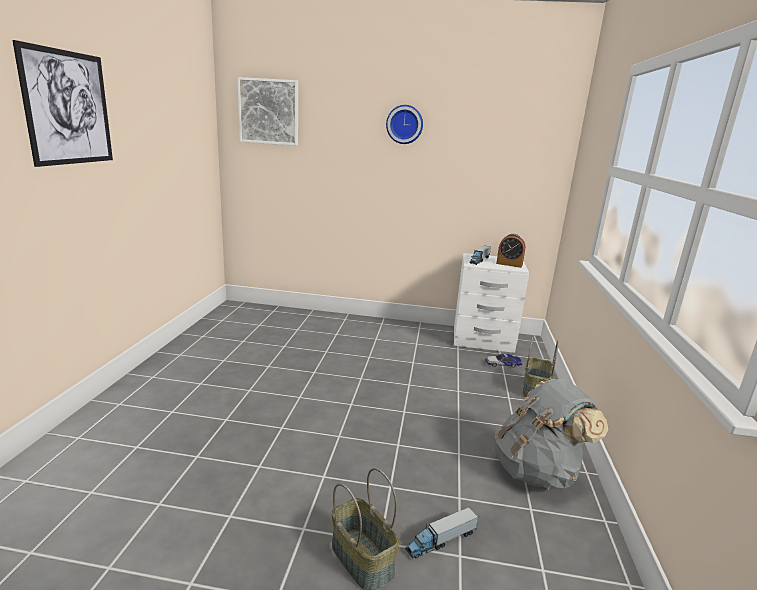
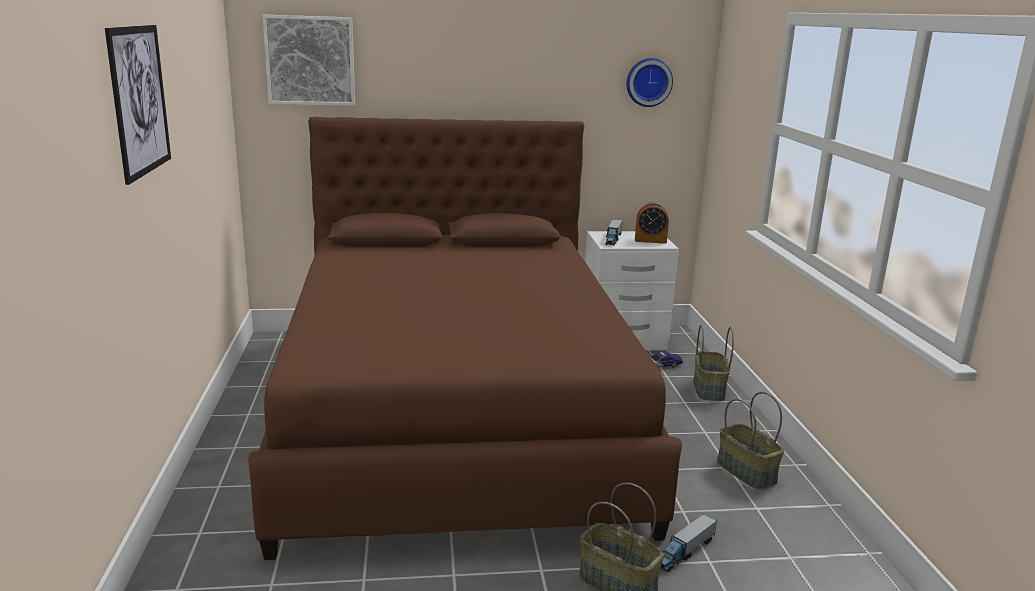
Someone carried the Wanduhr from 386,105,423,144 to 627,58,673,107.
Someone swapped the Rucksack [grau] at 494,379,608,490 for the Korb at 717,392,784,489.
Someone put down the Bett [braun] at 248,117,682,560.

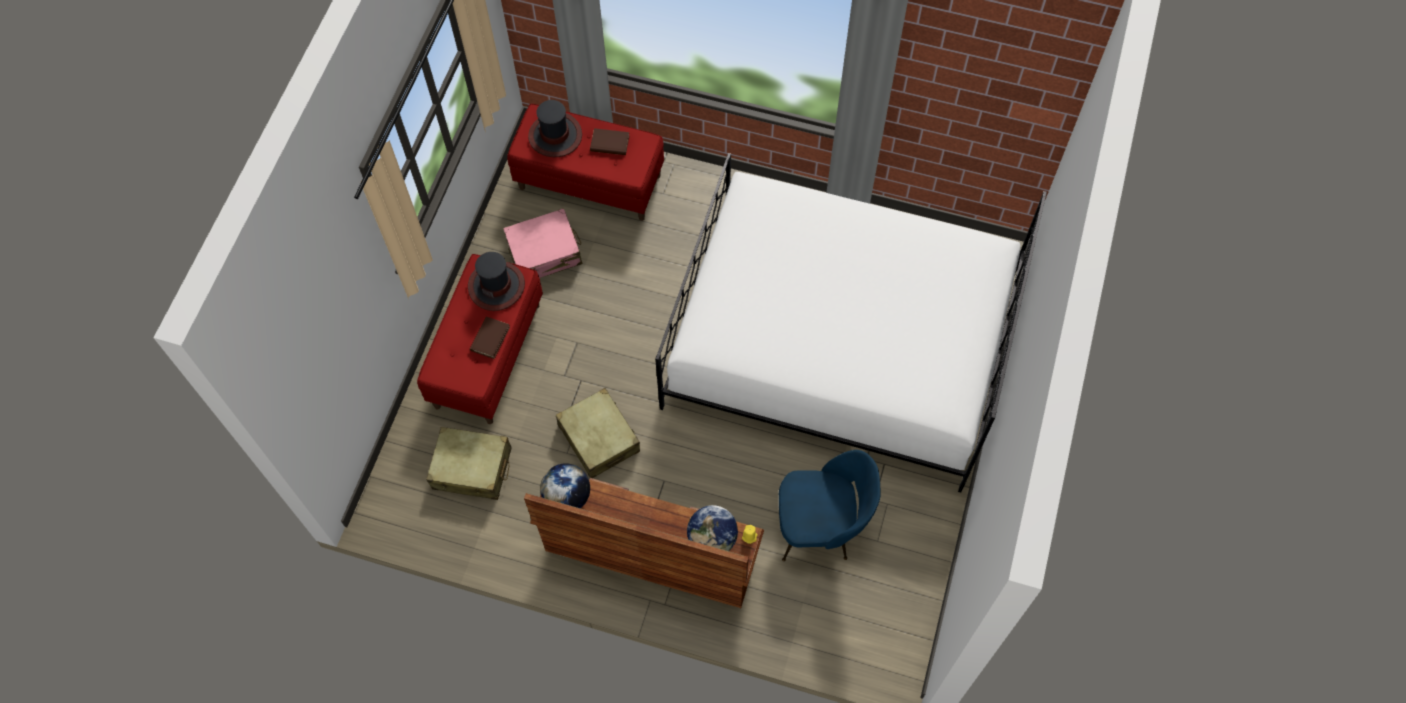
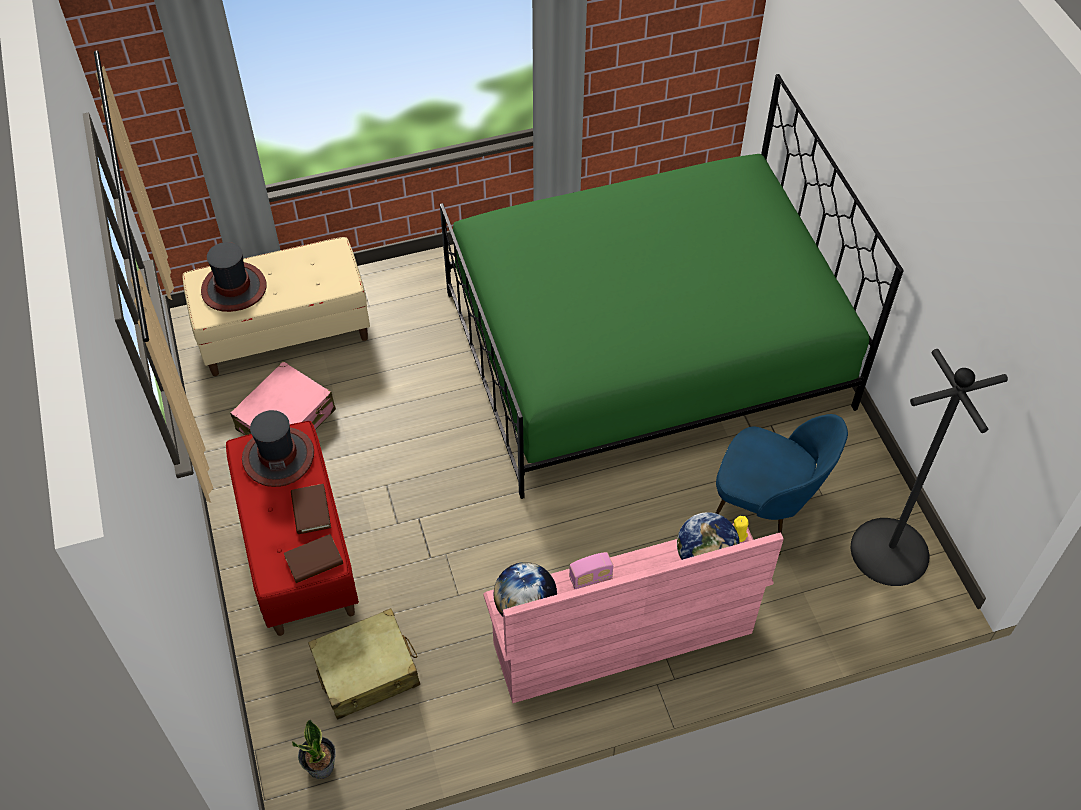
Someone repainted the Bank [rot] at 507,104,664,221, which became the Bank [beige] at 183,237,370,376.
Someone carried the Buch [braun] from 590,128,630,155 to 284,534,343,583.
Someone repainted the Bett [weiß] at 655,153,1047,492, which became the Bett [grün] at 440,74,904,499.
Someone took away the Koffer [beige] at 556,388,640,478.
Someone rotated the Stuhl [blau] at 779,450,881,561 by 60 degrees clockwise.
Someone repainted the Kommode [braun] at 524,478,764,608, which became the Kommode [rosa] at 483,523,784,703.
Someone put down the Kleiderständer [schwarz] at 851,349,1008,586.
Someone put down the Radio at 569,552,613,589.
Someone put down the Topfpflanze at 292,719,336,779.

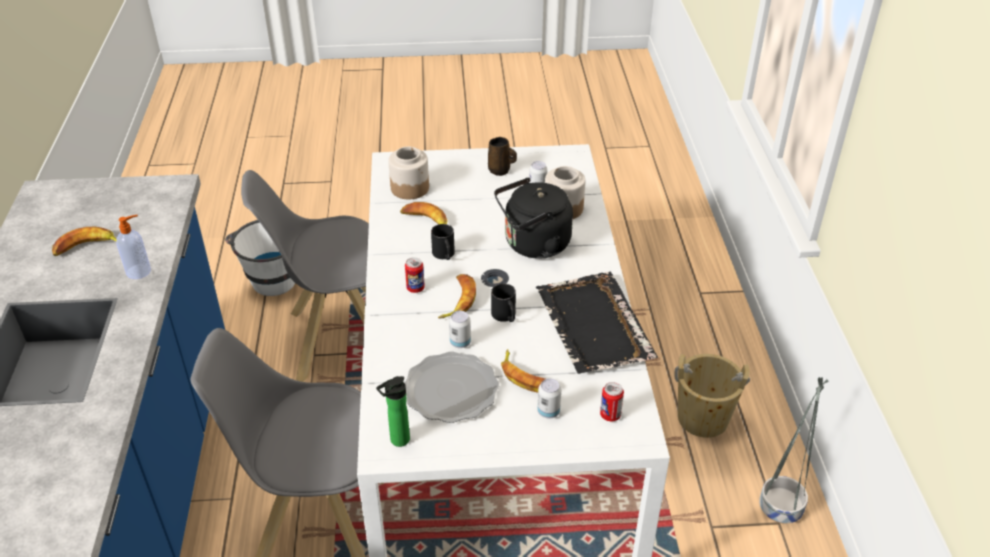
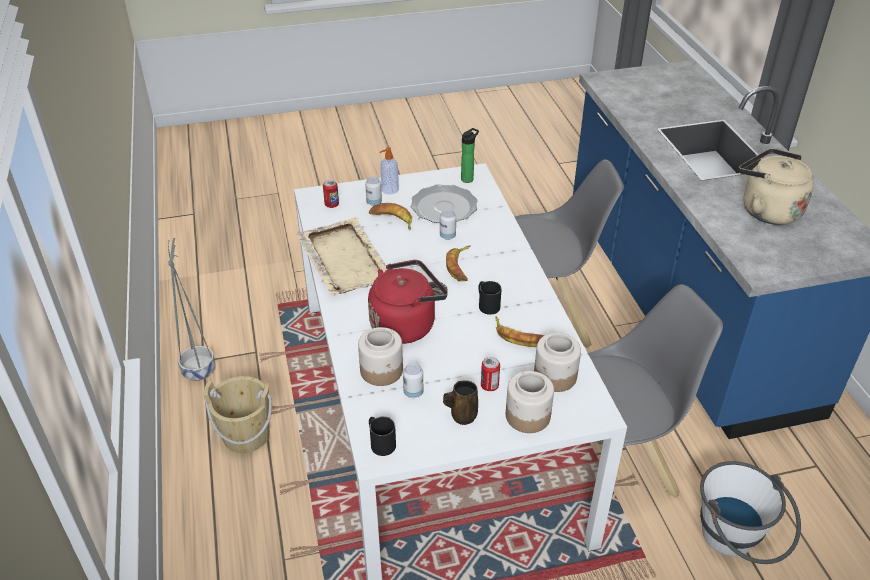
Someone repainted the Wasserkessel [schwarz] at 494,178,573,259, which became the Wasserkessel [rot] at 368,260,448,344.
Someone carried the Seifenspender from 116,215,151,279 to 380,147,399,195.
Someone swapped the Banane at 52,227,117,256 for the Wasserkessel [beige] at 739,148,814,225.
Someone carried the Dose from 405,257,425,293 to 481,357,500,391.
Someone repainted the Tablett [schwarz] at 536,271,658,374, which became the Tablett [beige] at 296,218,387,295.
Someone carried the Henkelbecher [schwarz] from 491,283,516,322 to 369,416,396,456.
Someone put down the Vorratsglas at 506,371,554,433.

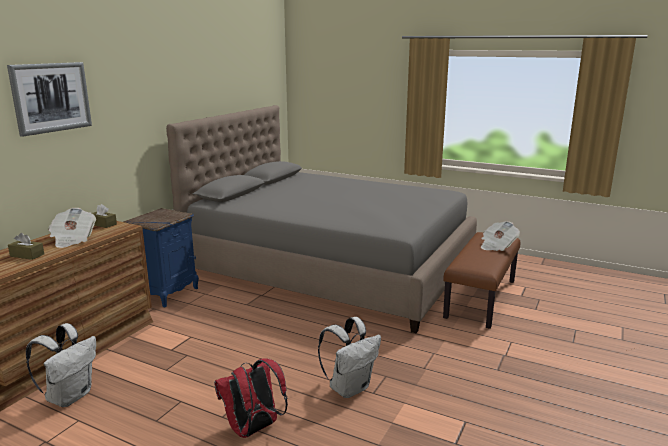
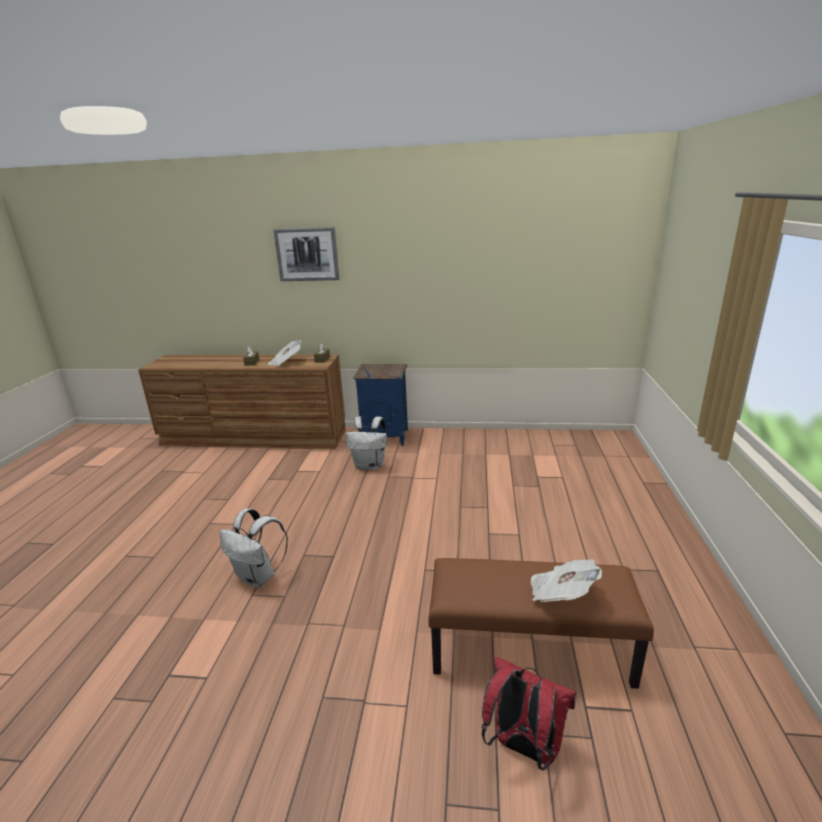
Someone took away the Bett [grau] at 166,105,477,333.
Someone carried the Rucksack [weiß] from 26,323,96,407 to 346,416,387,470.
Someone carried the Rucksack [rot] from 214,358,288,438 to 482,657,576,771.

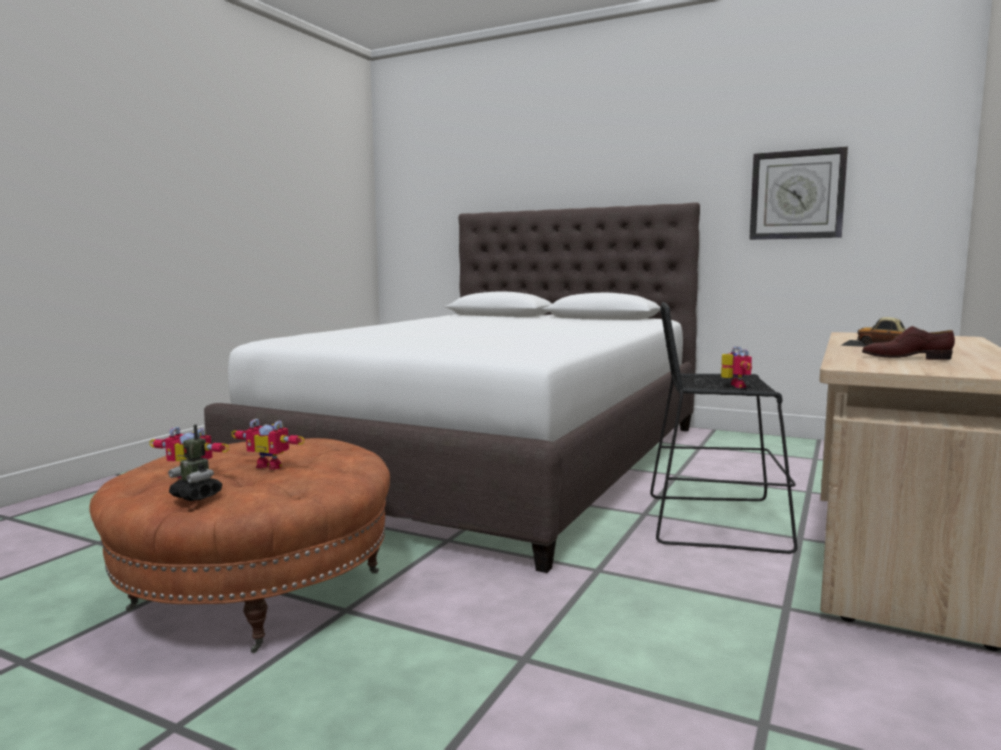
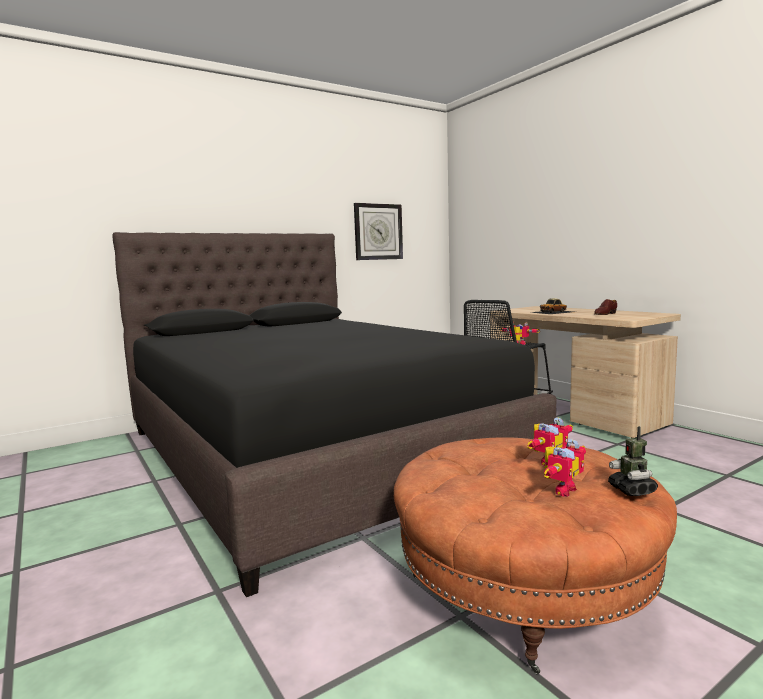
Someone repainted the Bett [weiß] at 204,203,700,573, which became the Bett [schwarz] at 112,232,556,597.
Someone rotated the Spielzeugroboter at 168,425,222,501 by 105 degrees clockwise.

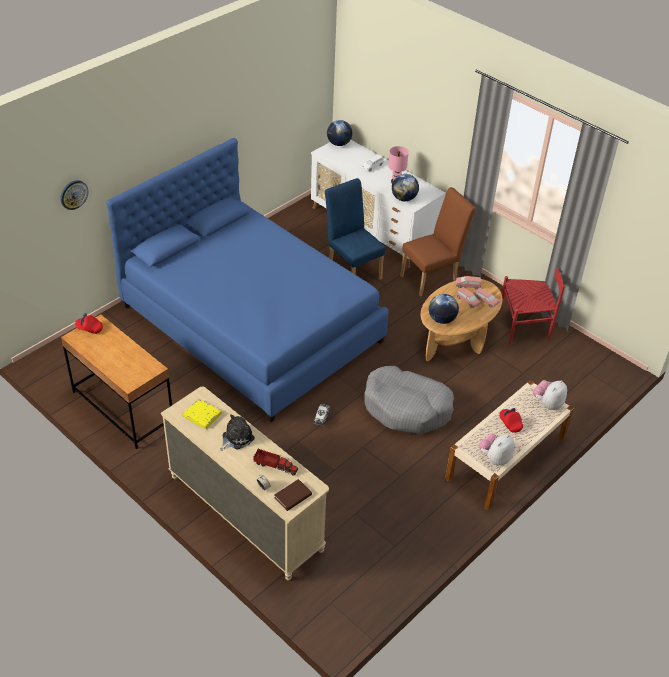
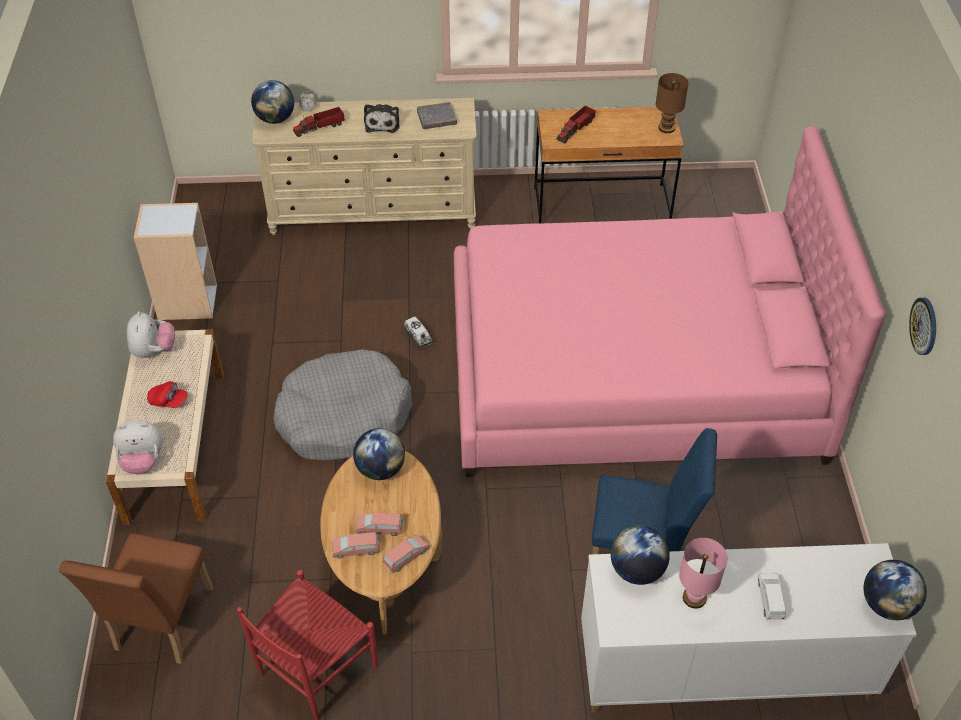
Someone repainted the Bett [blau] at 106,138,389,422, which became the Bett [rosa] at 454,126,886,477.
Someone carried the Wanduhr from 60,180,88,210 to 909,298,936,355.
Someone carried the Stuhl [braun] from 400,187,476,297 to 59,533,214,664.
Someone swapped the Kappe [rot] at 75,313,103,334 for the Tischlampe [braun] at 656,73,689,133.
Someone rotated the Plüschtier at 533,380,567,410 by 90 degrees clockwise.
Someone repainted the Buch [gelb] at 183,399,222,429, which became the Buch [grau] at 417,102,457,129.
Someone swapped the Buch [braun] at 274,479,312,511 for the Globus at 251,80,294,124.
Someone put down the Spielzeuglaster at 557,106,596,143.
Someone put down the Bücherregal at 134,203,217,320.

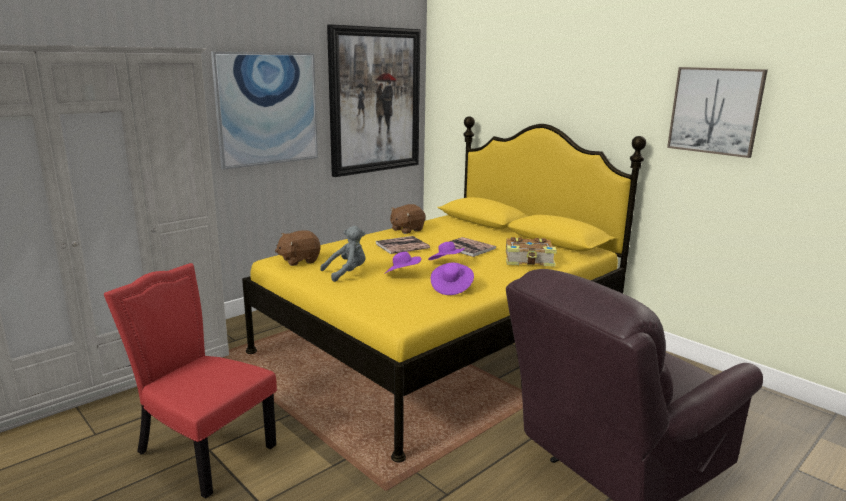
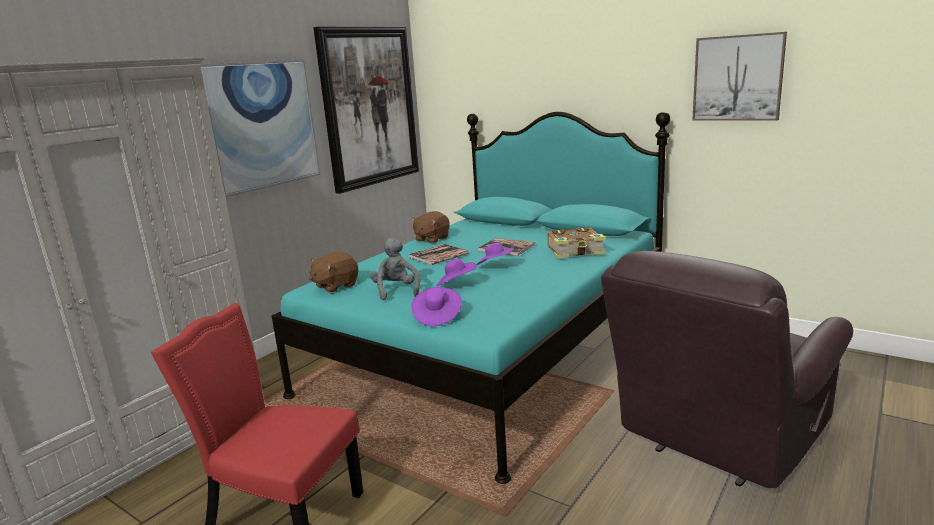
Someone repainted the Bett [gelb] at 242,116,646,463, which became the Bett [türkis] at 272,112,670,484.
Someone rotated the Plüschtier [grau] at 320,226,366,282 by 60 degrees counterclockwise.
Someone carried the Hut [lila] from 431,263,474,295 to 411,287,462,326.

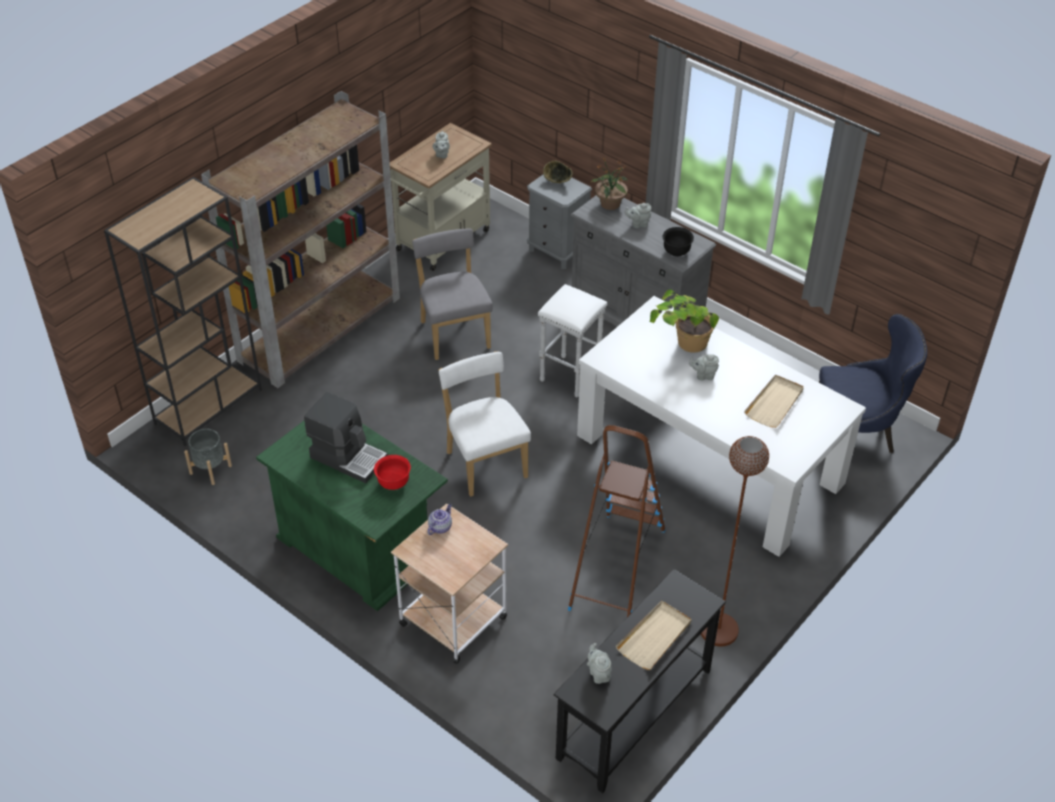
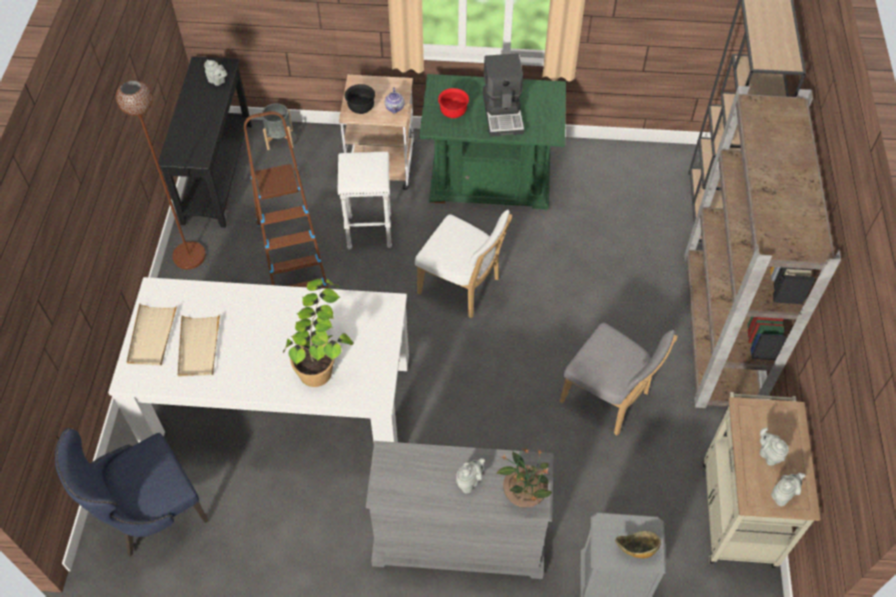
Someone carried the Schüssel [schwarz] from 662,227,694,257 to 345,84,375,114.
Someone carried the Hocker [weiß] from 538,284,607,397 to 338,152,392,250.
Someone carried the Teekanne [grau] from 689,354,719,380 to 771,473,806,506.
Someone rotated the Kaffeemaschine at 304,392,388,483 by 90 degrees counterclockwise.
Someone carried the Pflanzkübel [grau] from 184,429,232,485 to 262,103,293,150.
Someone carried the Tablett [beige] from 616,601,692,670 to 126,303,177,366.

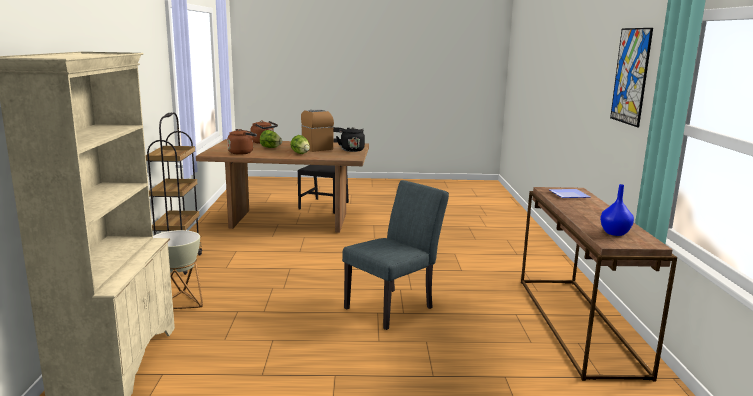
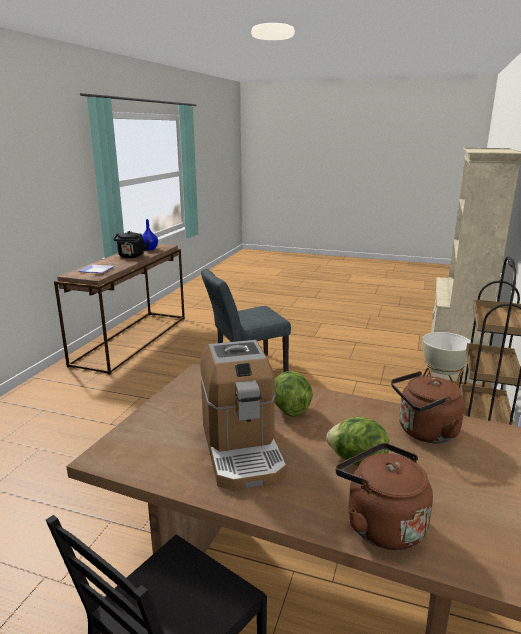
Someone took away the Bild at 610,28,653,127.
Someone carried the Wasserkessel [schwarz] from 336,127,365,152 to 113,231,149,258.

